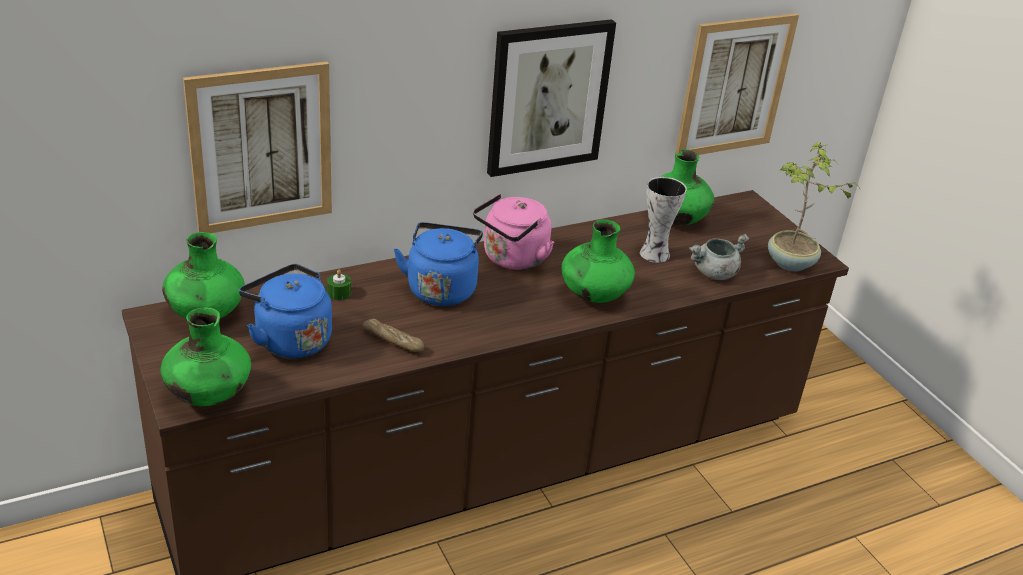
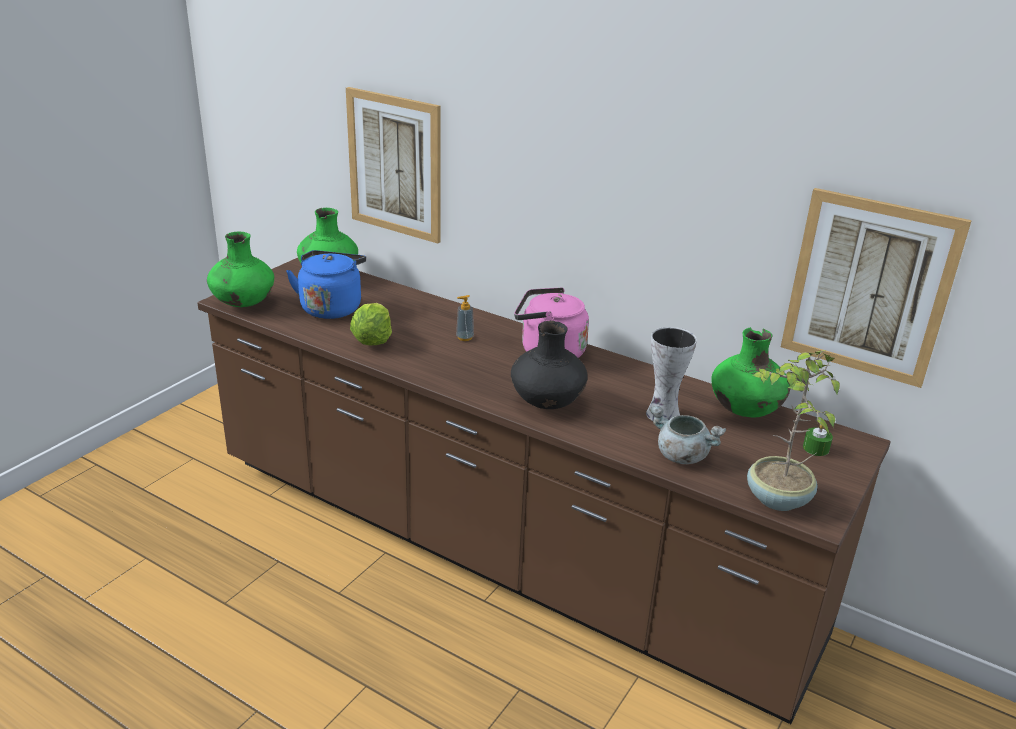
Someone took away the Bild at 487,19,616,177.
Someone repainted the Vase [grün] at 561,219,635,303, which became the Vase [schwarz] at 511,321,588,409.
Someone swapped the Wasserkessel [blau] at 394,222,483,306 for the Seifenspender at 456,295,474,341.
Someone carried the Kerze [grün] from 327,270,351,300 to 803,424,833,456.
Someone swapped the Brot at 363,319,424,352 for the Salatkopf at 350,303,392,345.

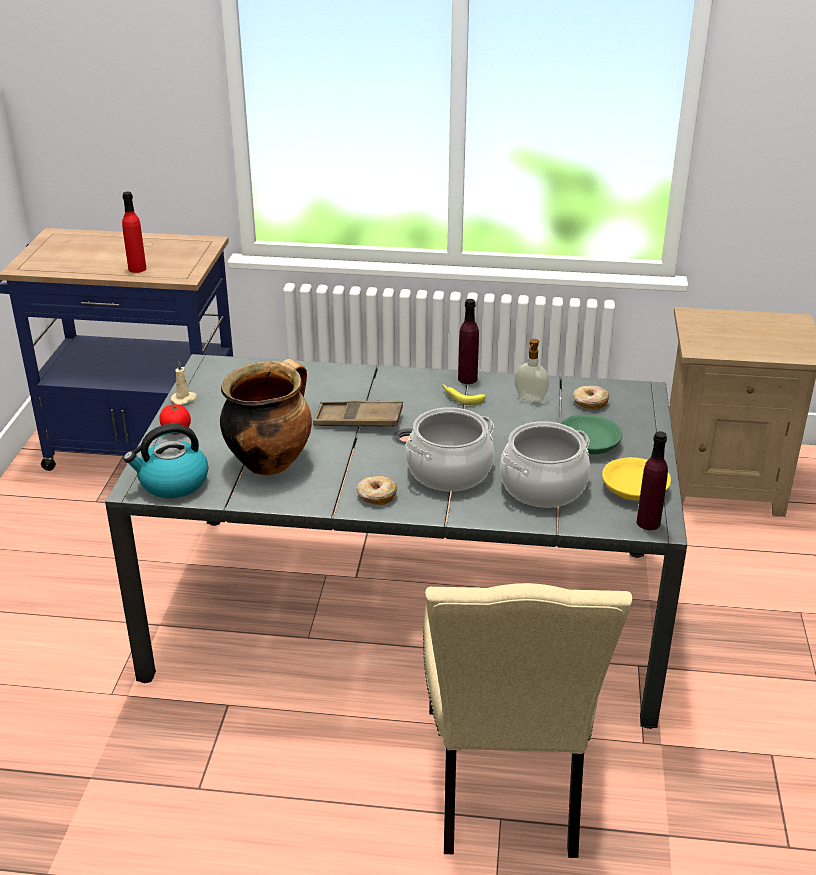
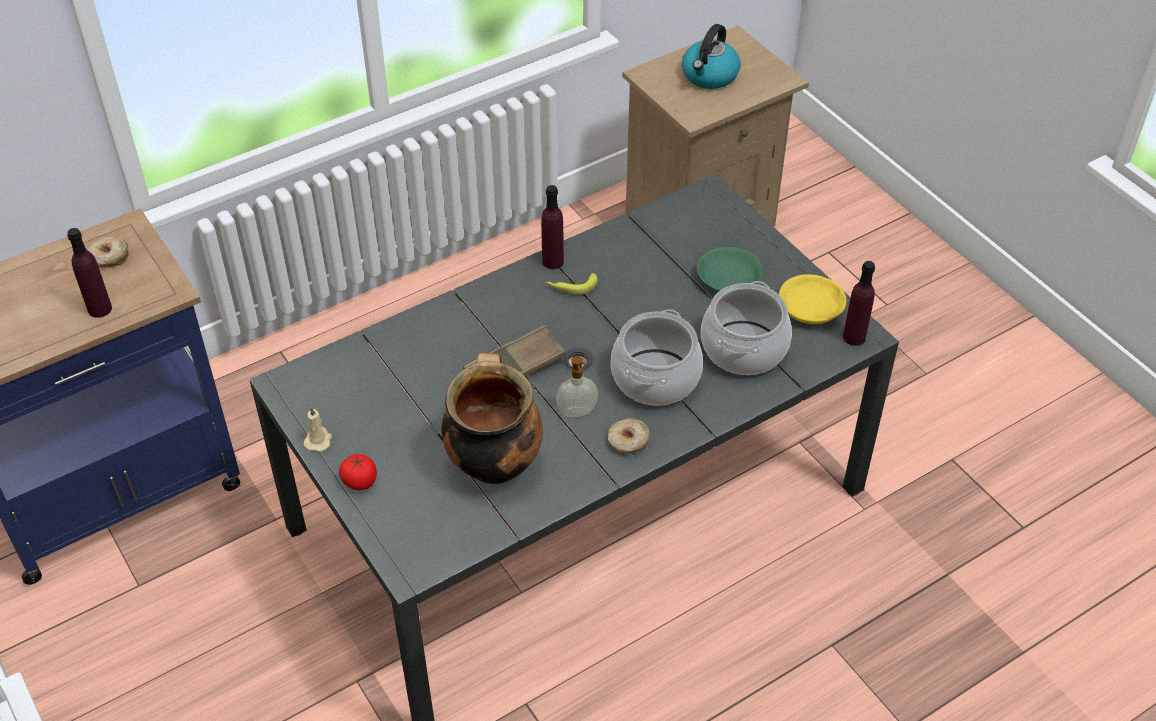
Someone repainted the Flasche [rot] at 122,192,147,273, which became the Flasche [lila] at 67,228,112,318.
Someone carried the Seifenspender from 514,339,549,402 to 556,356,598,418.
Someone carried the Donut from 573,386,610,410 to 88,236,129,268.
Someone carried the Wasserkessel from 123,424,208,498 to 682,24,741,89.
Someone took away the Stuhl [beige] at 423,583,633,858.

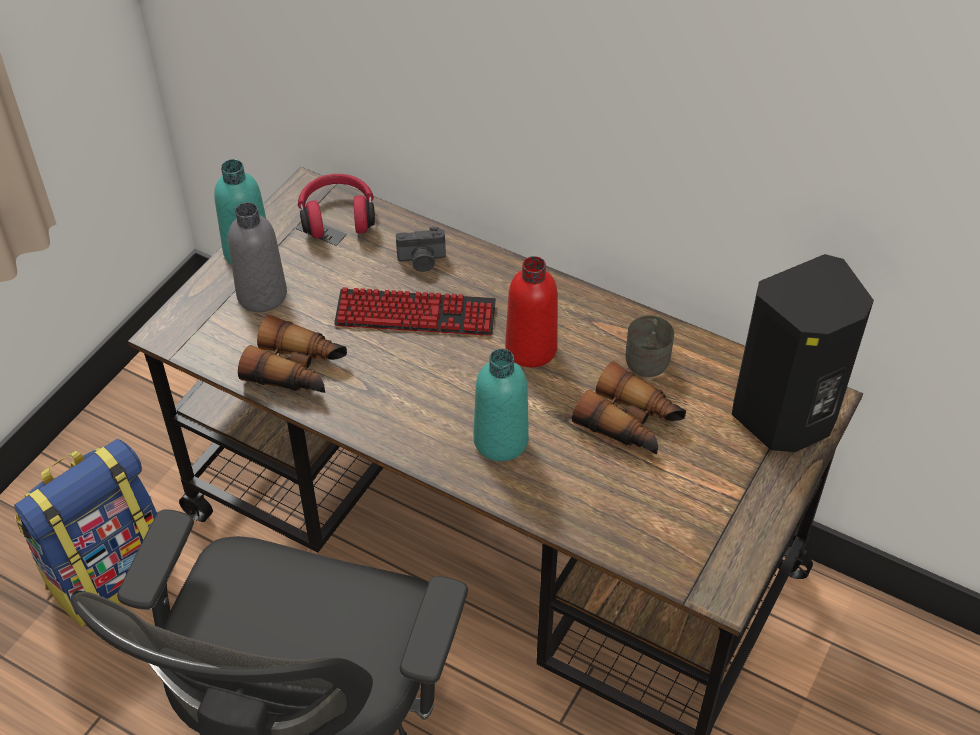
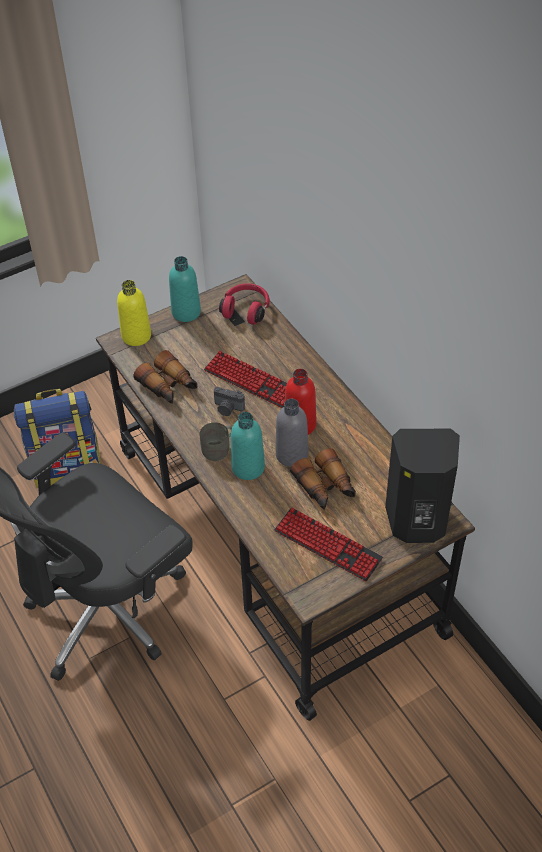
Someone carried the Flasche [grau] from 228,202,287,312 to 275,399,309,467.
Someone carried the Kamera from 396,227,446,272 to 214,387,245,416.
Someone carried the Henkelbecher [grau] from 625,315,674,377 to 199,422,232,461.
Someone put down the Flasche [gelb] at 117,280,151,346.
Someone put down the Tastatur at 274,508,383,581.

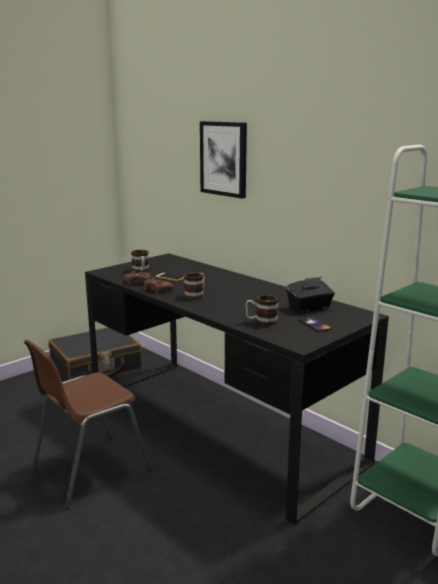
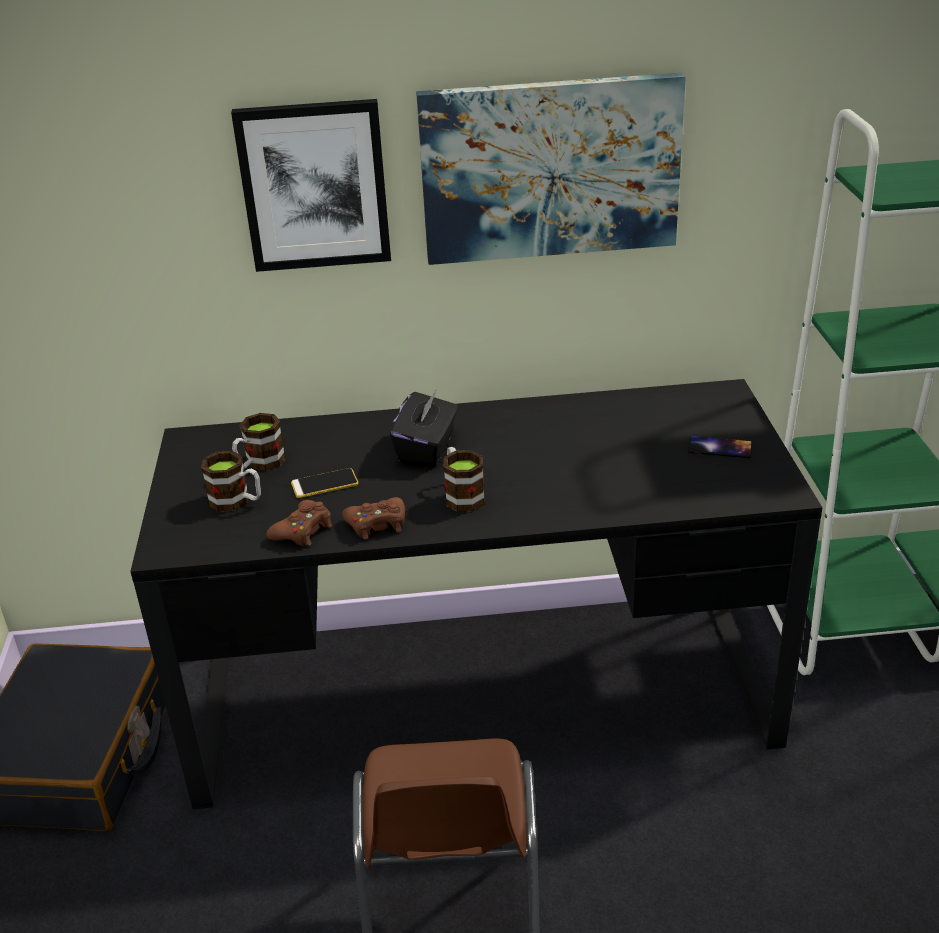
Someone carried the Taschentuchbox [schwarz] from 286,277,335,312 to 390,390,458,466.
Someone carried the Henkelbecher from 246,295,279,326 to 232,413,286,471.
Someone put up the Bild at 416,73,686,265.

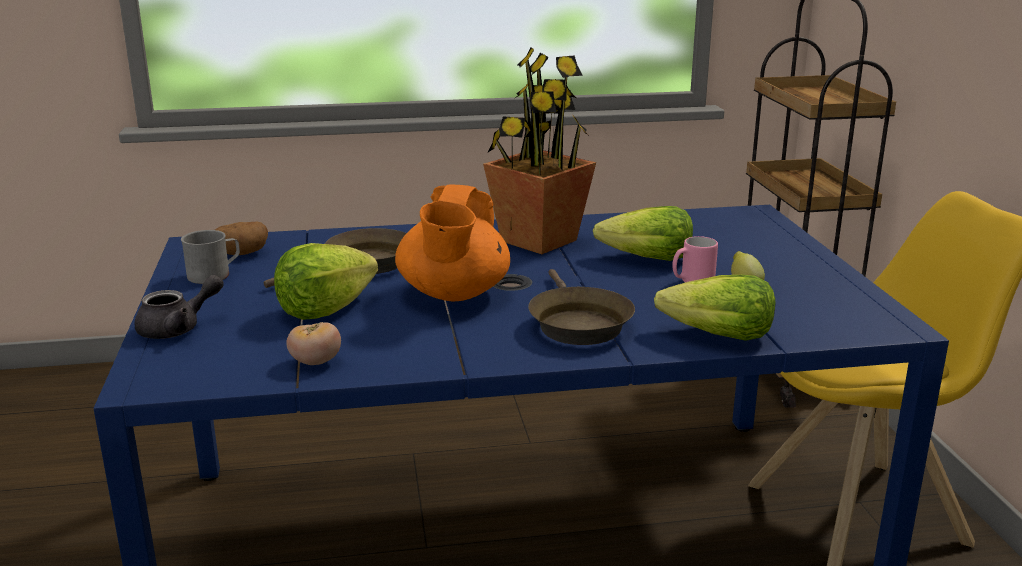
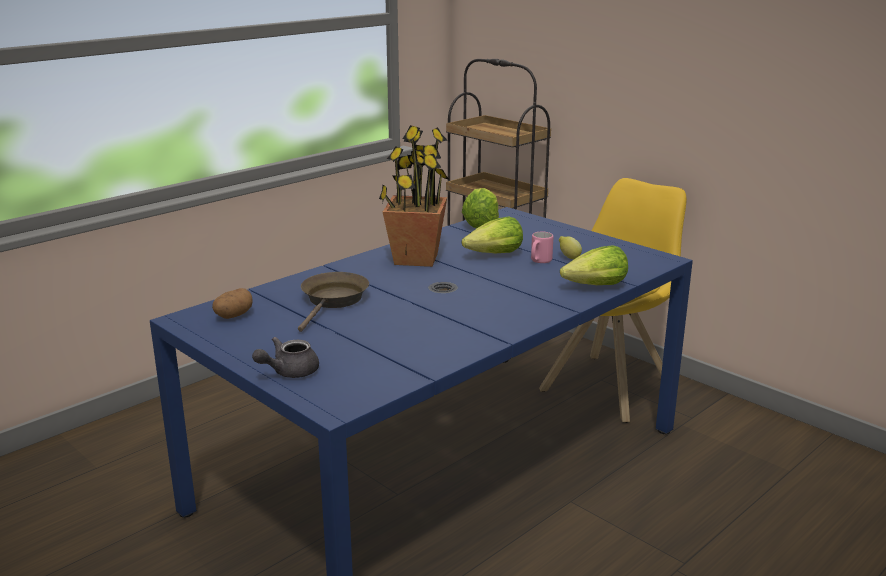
Someone took away the Teekanne [orange] at 395,184,510,302.
Someone took away the Henkelbecher [grau] at 181,230,240,284.
Someone carried the Salatkopf from 274,243,378,320 to 462,188,499,228.
Someone took away the Pfanne [braun] at 528,269,635,345.
Someone rotated the Teekanne [grau] at 135,275,224,339 by 150 degrees counterclockwise.
Someone took away the Tomate at 286,322,341,365.

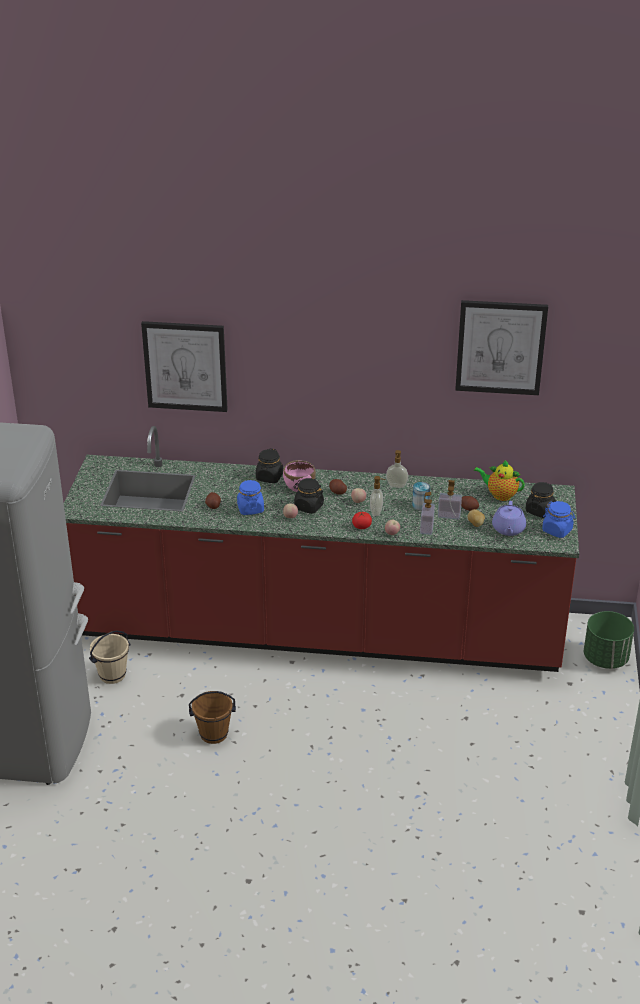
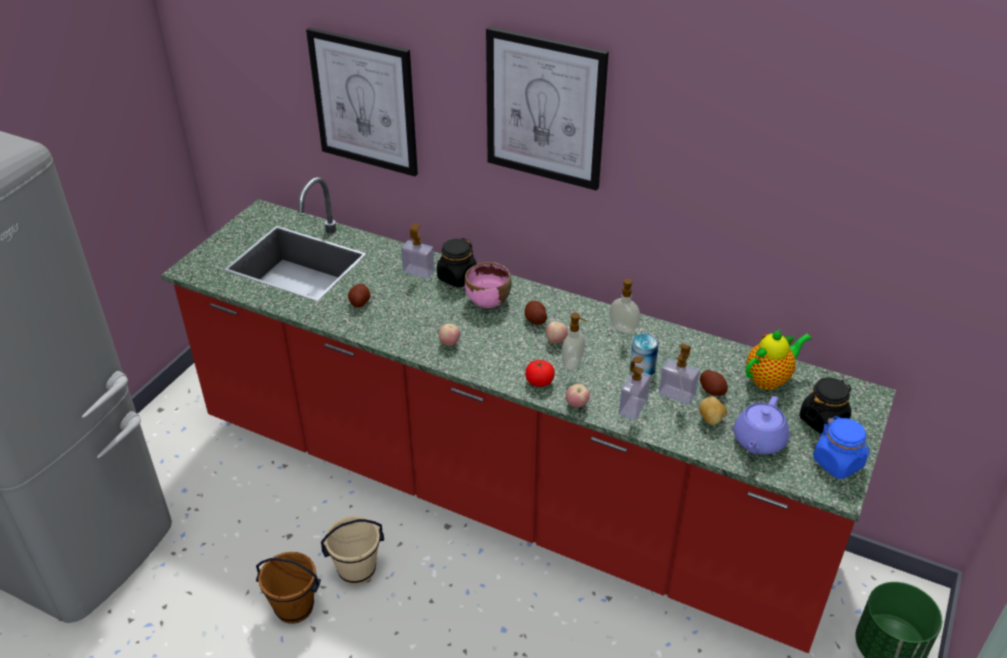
Someone carried the Bild from 455,300,548,395 to 486,27,609,191.
Someone rotated the Teekanne at 474,460,525,501 by 105 degrees clockwise.
Someone took away the Vorratsglas [schwarz] at 294,478,324,514.
Someone took away the Vorratsglas [blau] at 237,480,264,515.
Someone carried the Eimer [beige] from 89,630,131,684 to 321,516,384,585.
Someone put down the Seifenspender at 401,223,435,279.

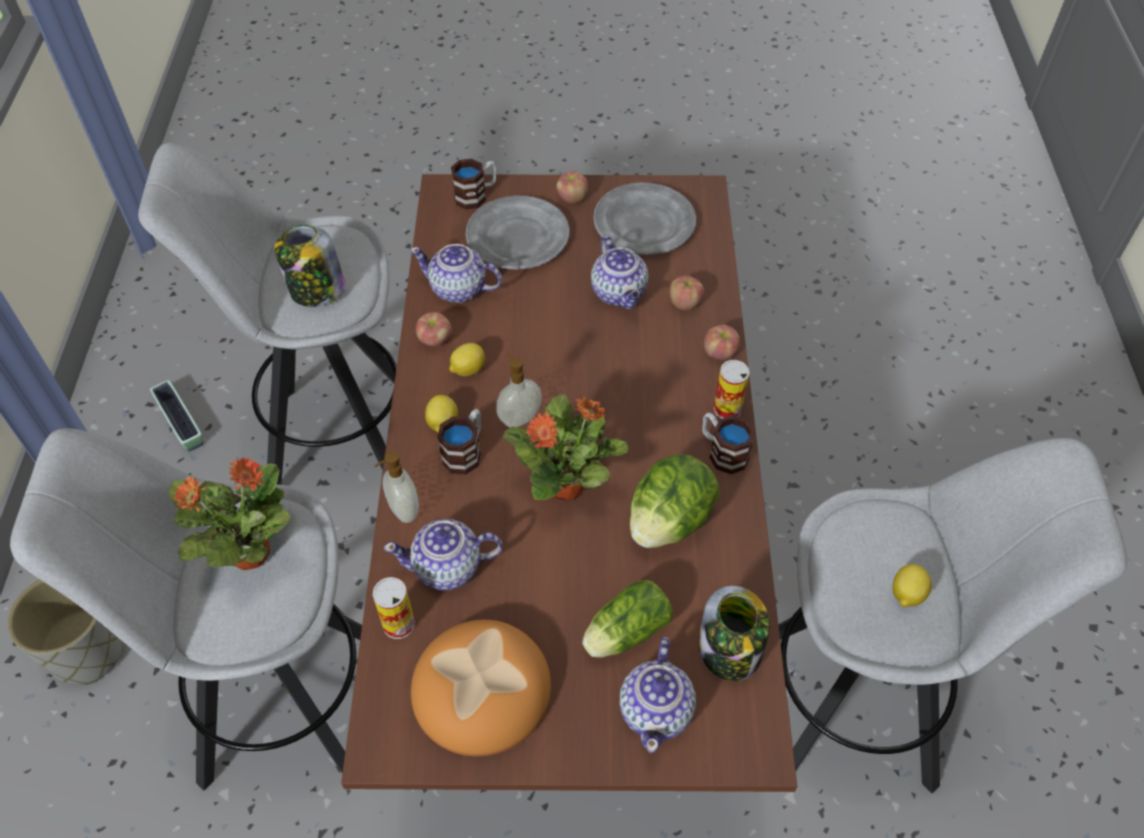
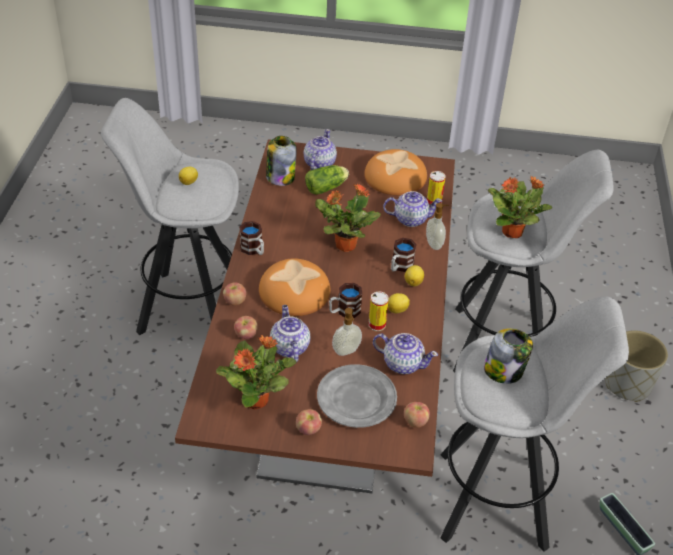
Someone carried the Henkelbecher from 451,159,496,209 to 329,283,362,318.
Someone swapped the Teller [grau] at 593,182,696,255 for the Topfpflanze at 216,335,296,409.
Someone carried the Apfel from 416,312,452,347 to 404,402,430,428.
Someone carried the Seifenspender from 496,353,542,427 to 332,308,362,356.
Someone carried the Dose from 714,360,750,419 to 368,291,389,331.
Someone took away the Salatkopf at 630,454,720,548.
Someone put down the Brot at 259,258,330,316.

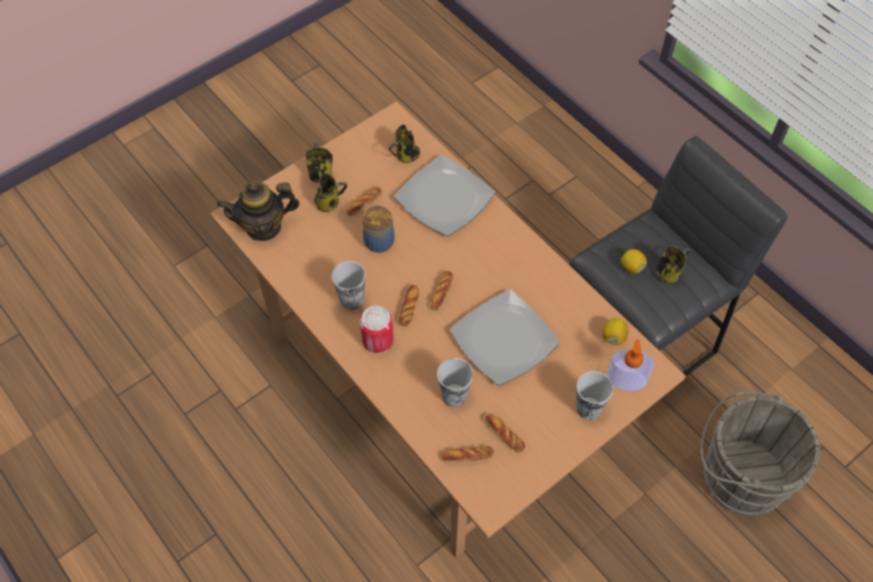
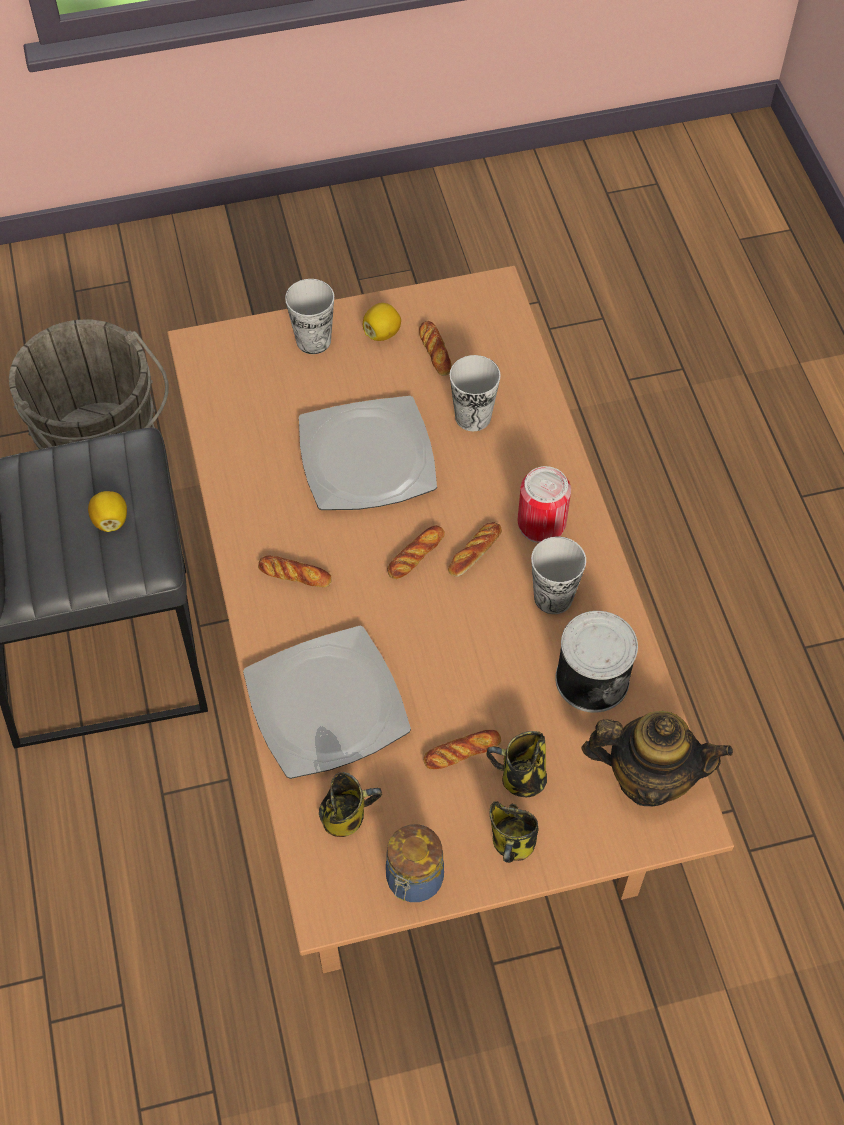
Someone carried the Vorratsglas from 363,204,395,253 to 386,824,444,902.
Someone took away the Henkelbecher at 656,246,690,284.
Someone carried the Zitrone from 602,318,628,345 to 363,303,401,341.
Someone took away the Seifenspender at 607,339,654,391.
Someone carried the Brot from 442,446,494,463 to 258,556,332,587.
Someone put down the Dose at 555,611,638,713.

